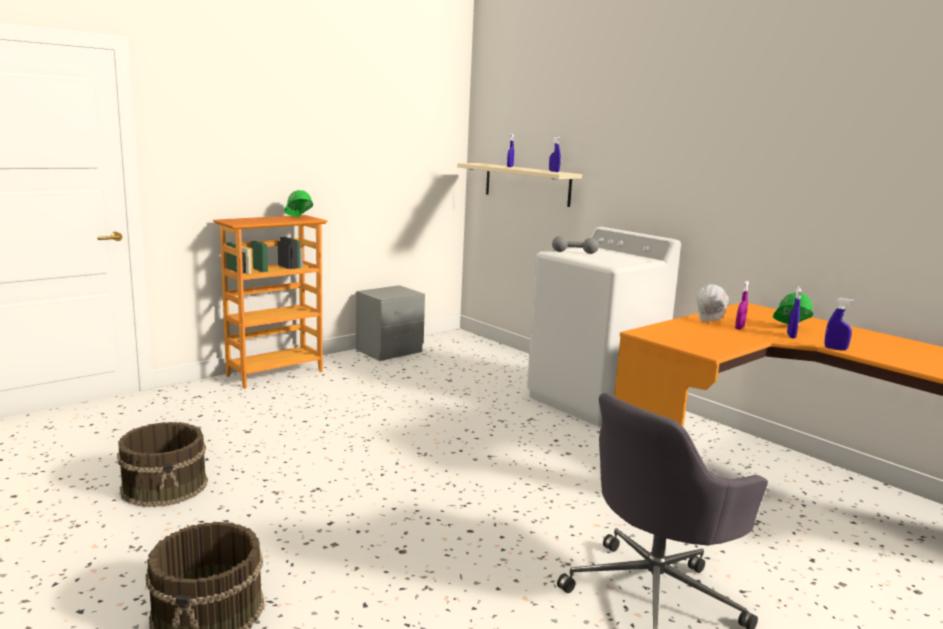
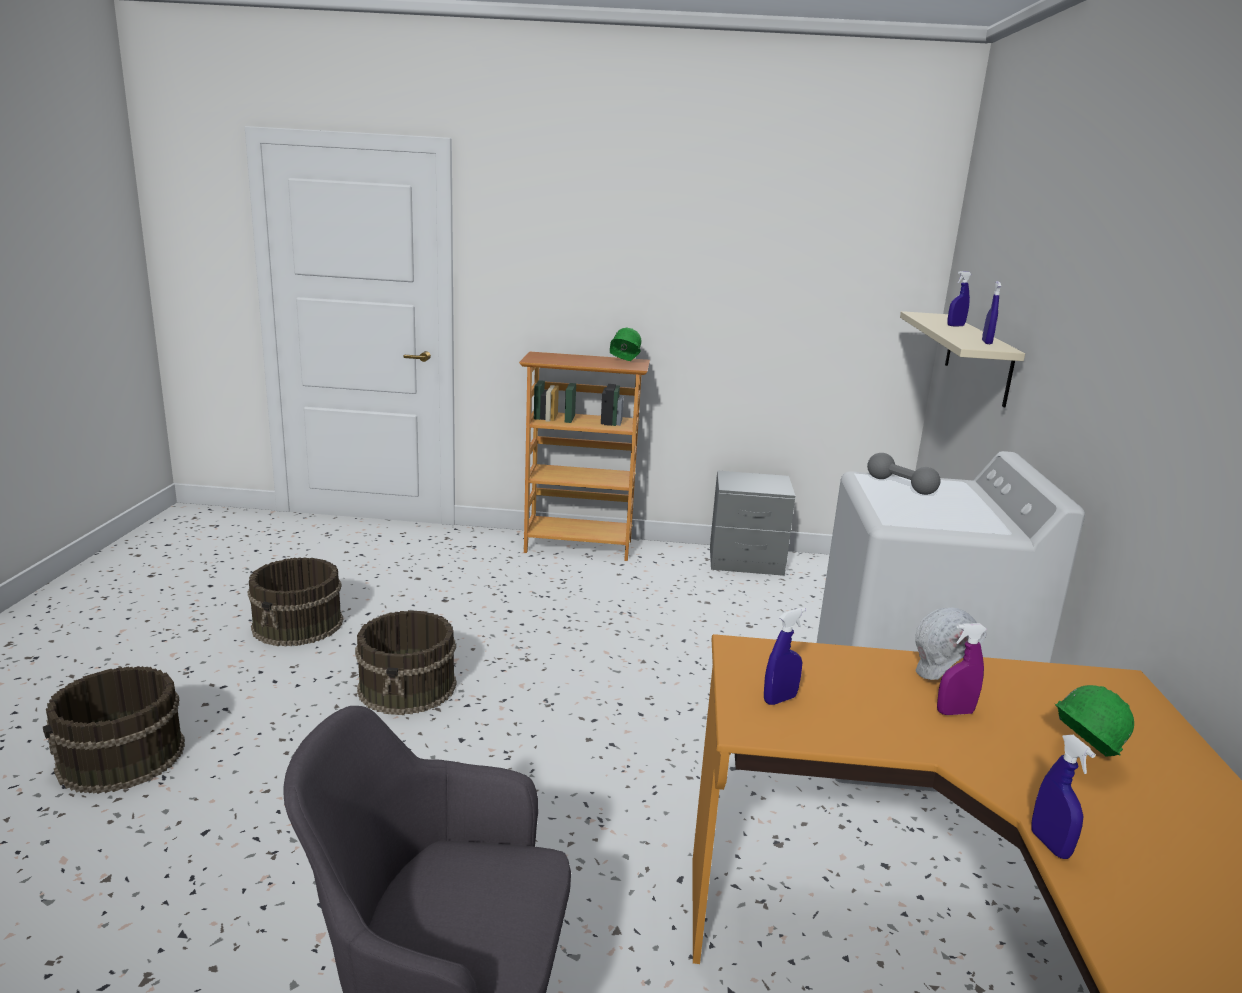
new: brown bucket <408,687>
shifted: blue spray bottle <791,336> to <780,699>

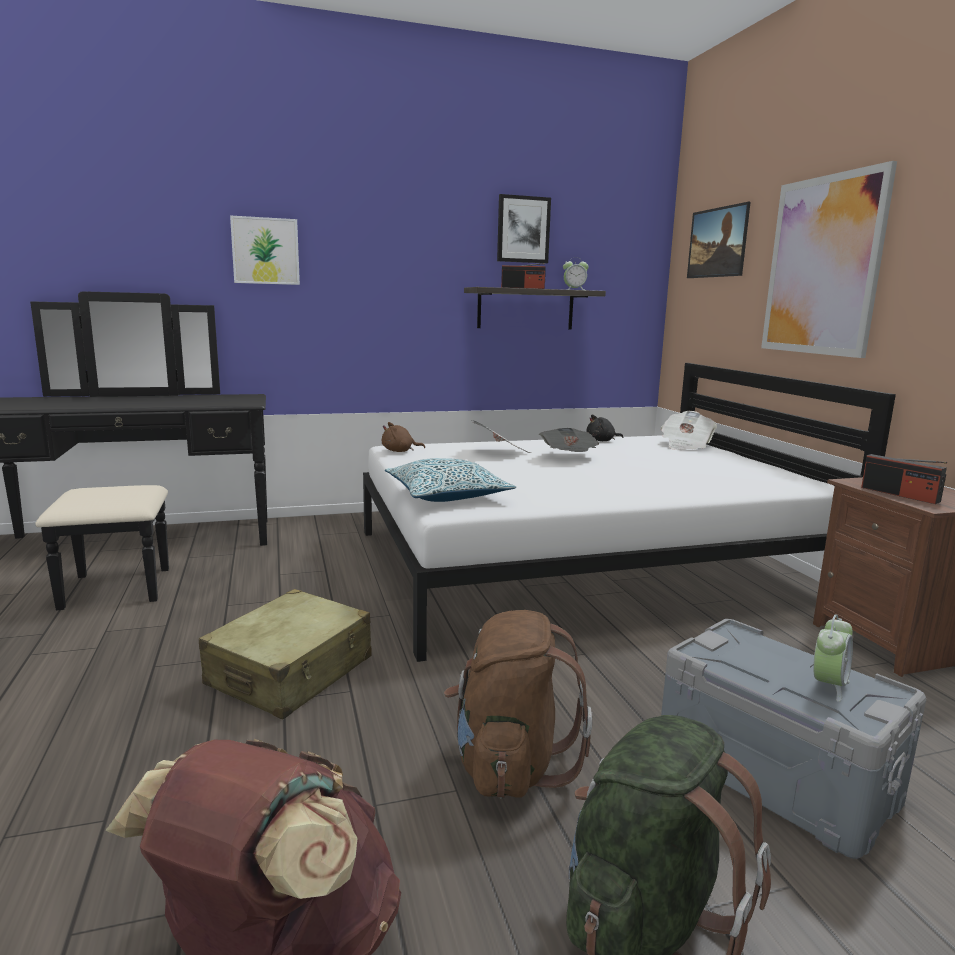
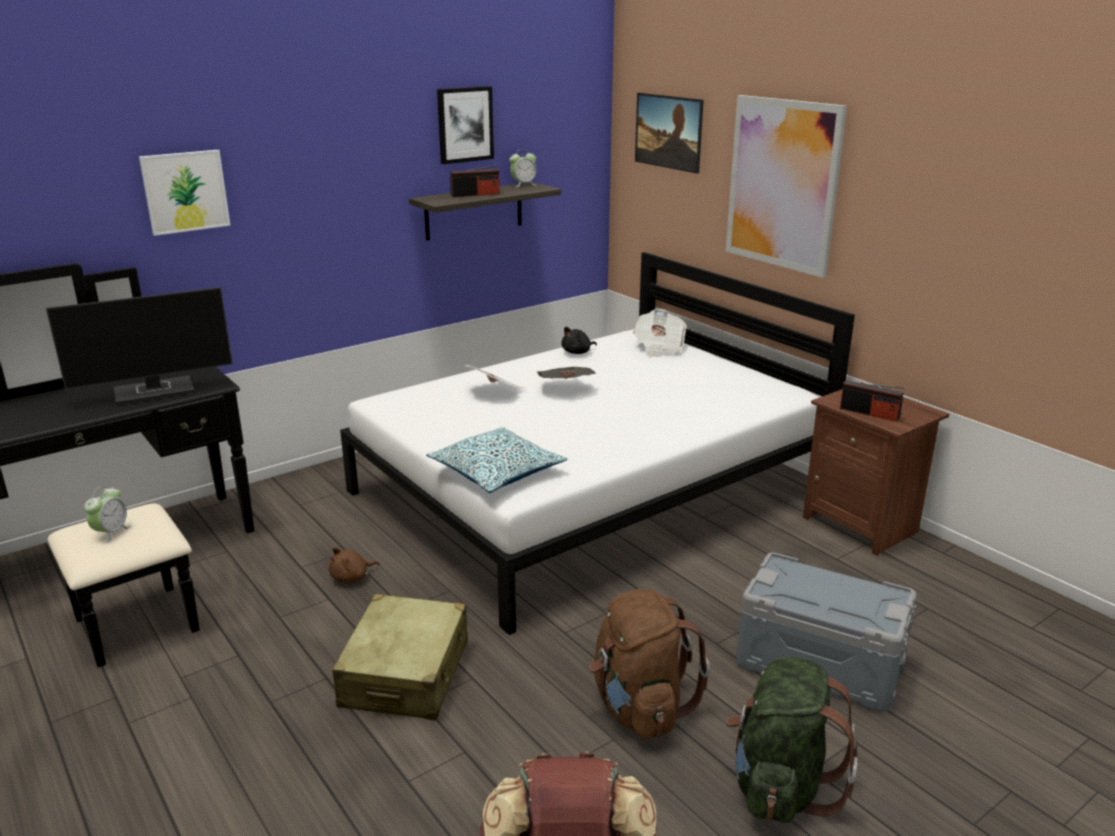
new: monitor <156,390>
shifted: alarm clock <828,685> to <111,533>; brown plush toy <399,451> to <352,577>

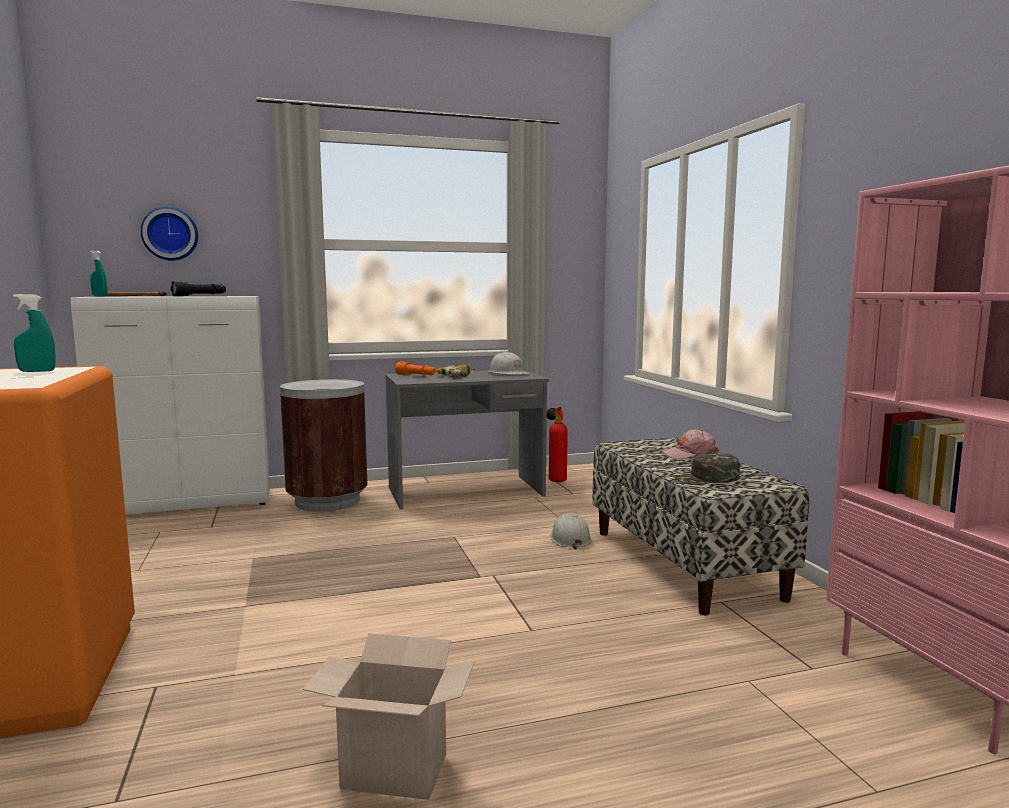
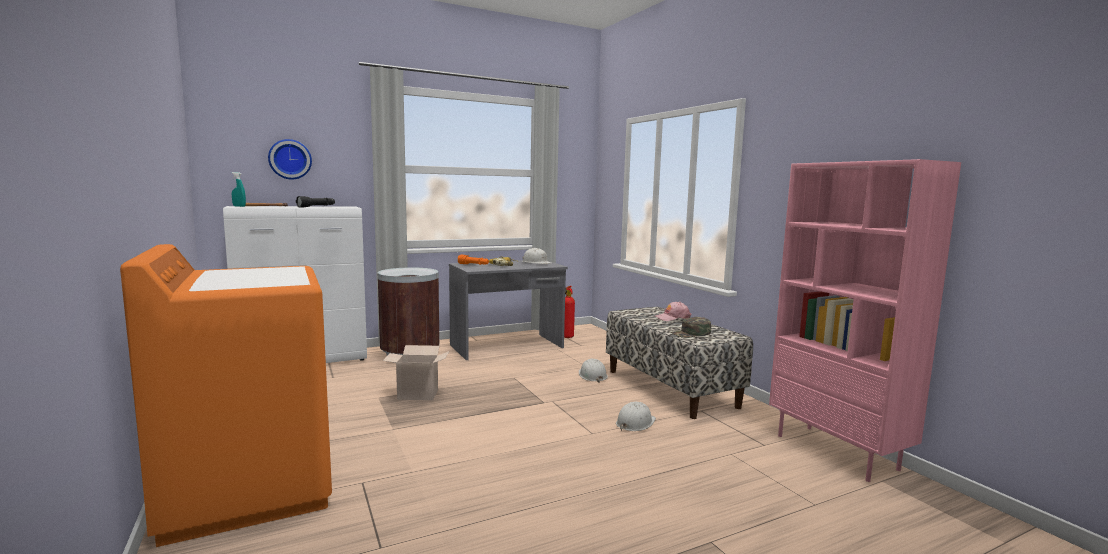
gone: turquoise spray bottle <37,371>
new: white hard hat <635,423>
shifted: cardboard box <390,773> to <416,395>

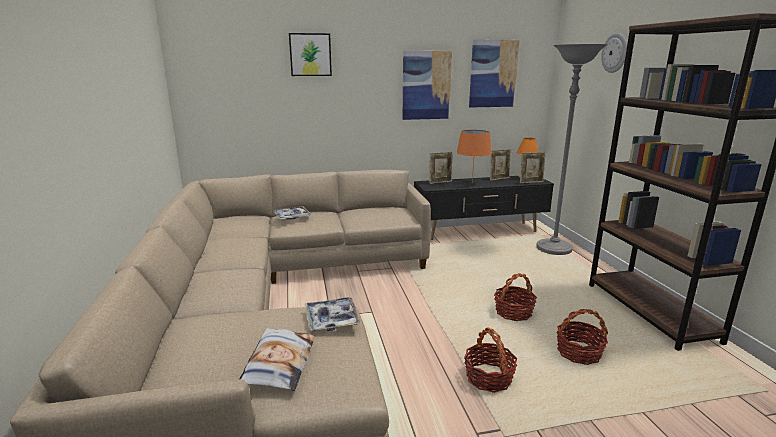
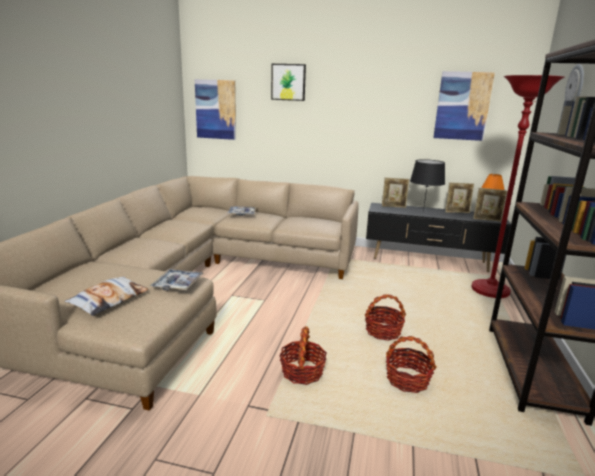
shifted: picture <426,85> to <216,109>
repainted: orange table lamp <472,183> to black table lamp <423,211>; grey floor lamp <553,249> to red floor lamp <490,291>

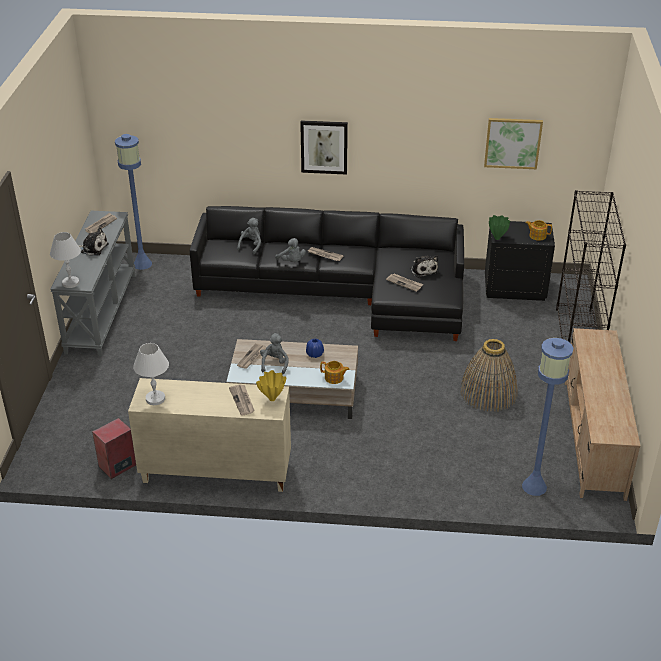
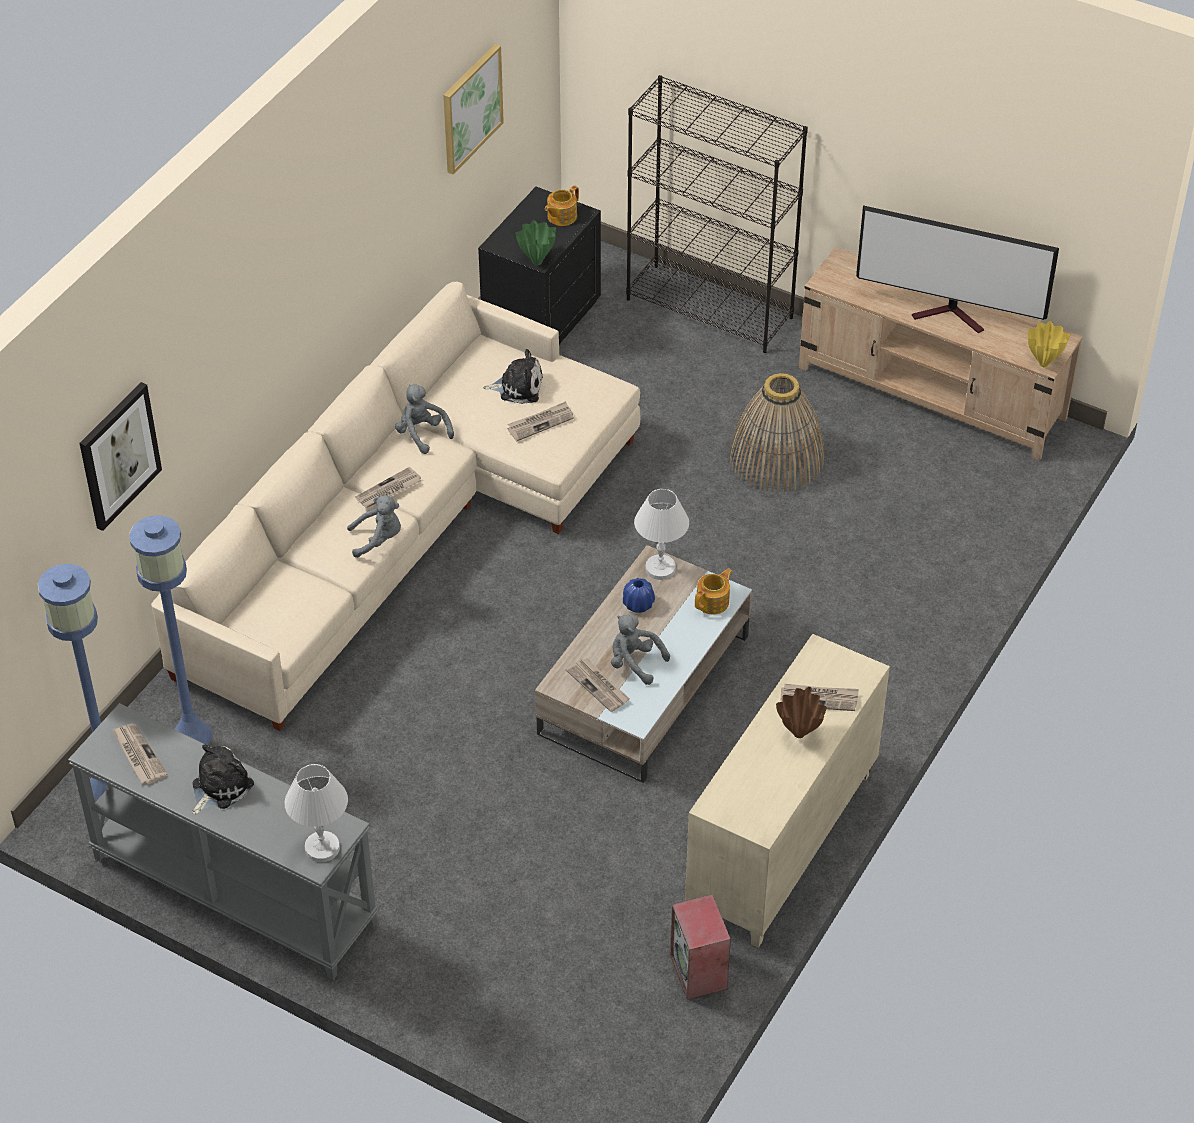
new: brown vase <798,734>; television <952,316>
shifted: picture <324,147> to <118,455>; blue floor lamp <534,487> to <192,736>; grey plush toy <251,246> to <422,434>; white table lamp <155,398> to <659,568>; yellow vase <272,399> to <1044,363>
repainted: black sofa <343,291> to beige sofa <405,526>

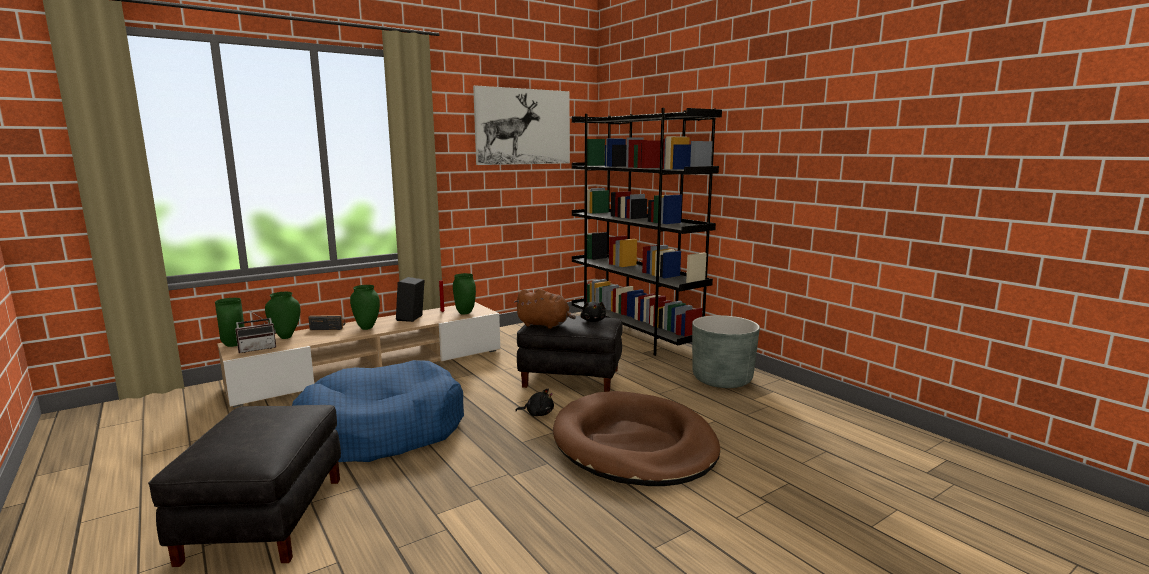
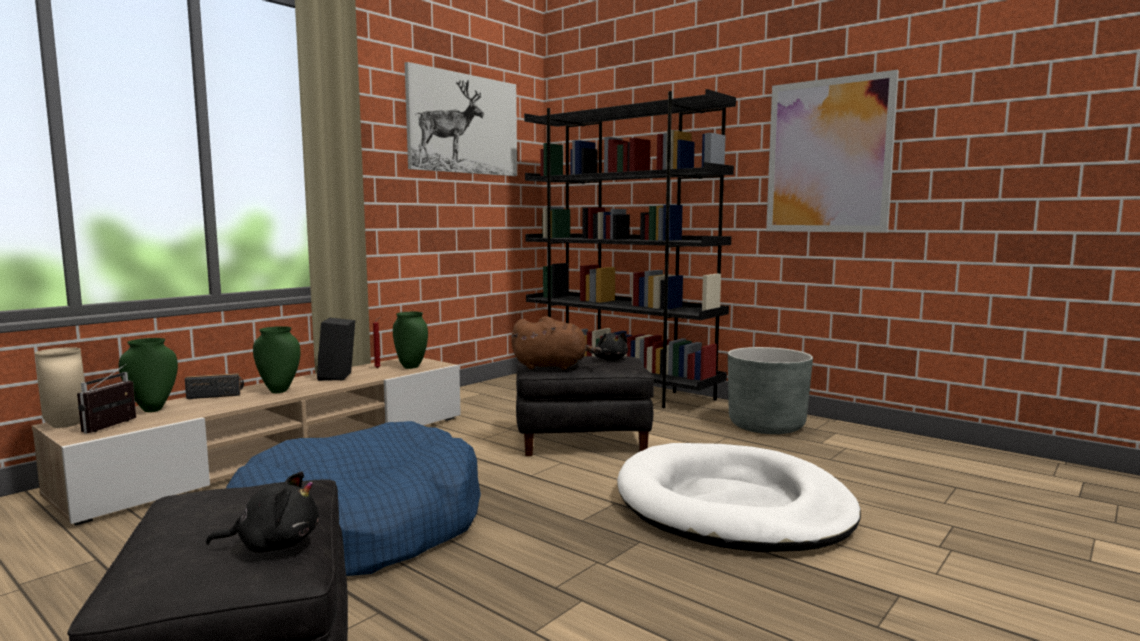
new: picture <828,156>
shifted: black plush toy <538,414> to <274,545>
repainted: green vase <235,345> to beige vase <67,425>; brown dog bed <634,444> to white dog bed <732,506>
rotated: radio <257,349> = <114,427> 150 degrees clockwise

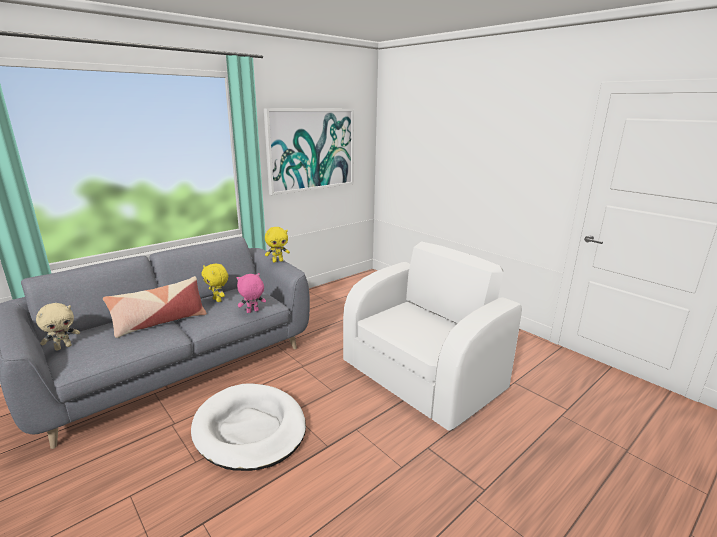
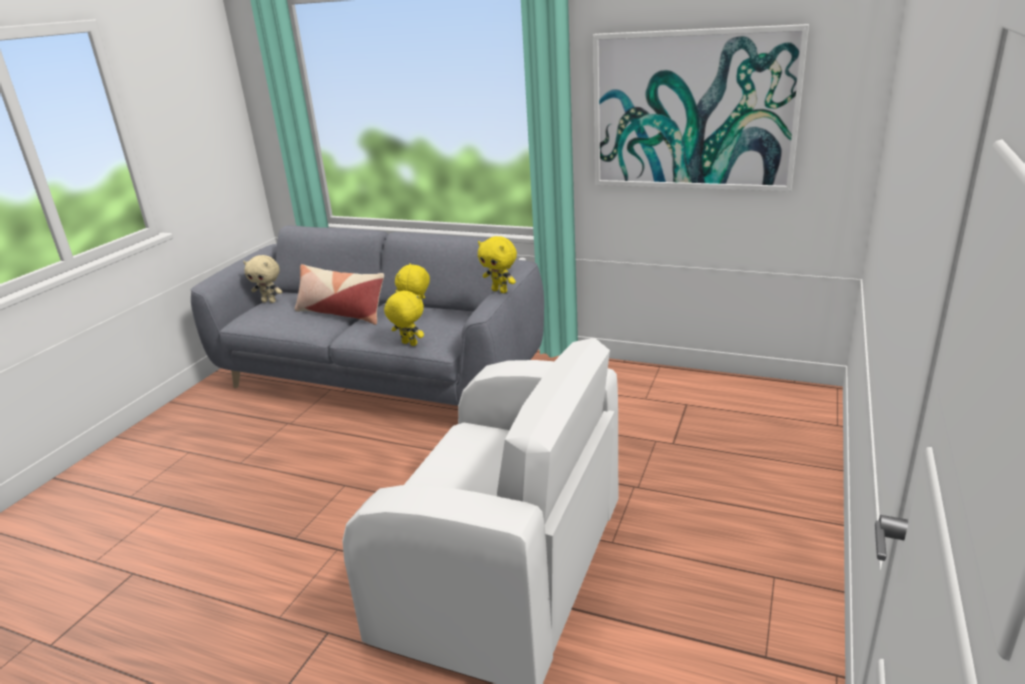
gone: white dog bed <250,429>
repainted: pink plush toy <252,312> to yellow plush toy <408,344>

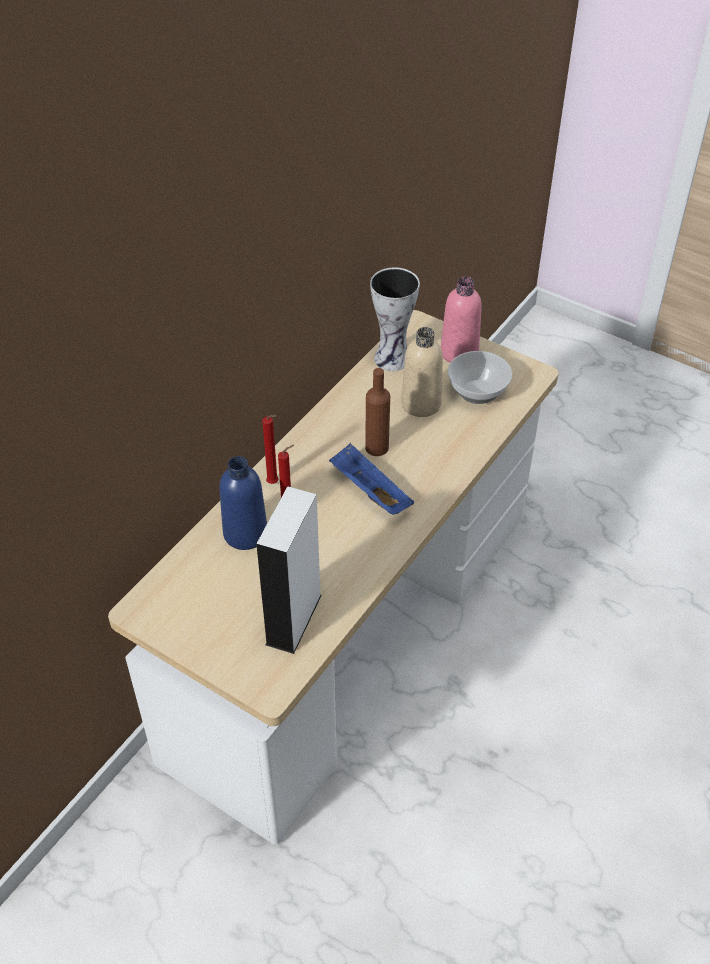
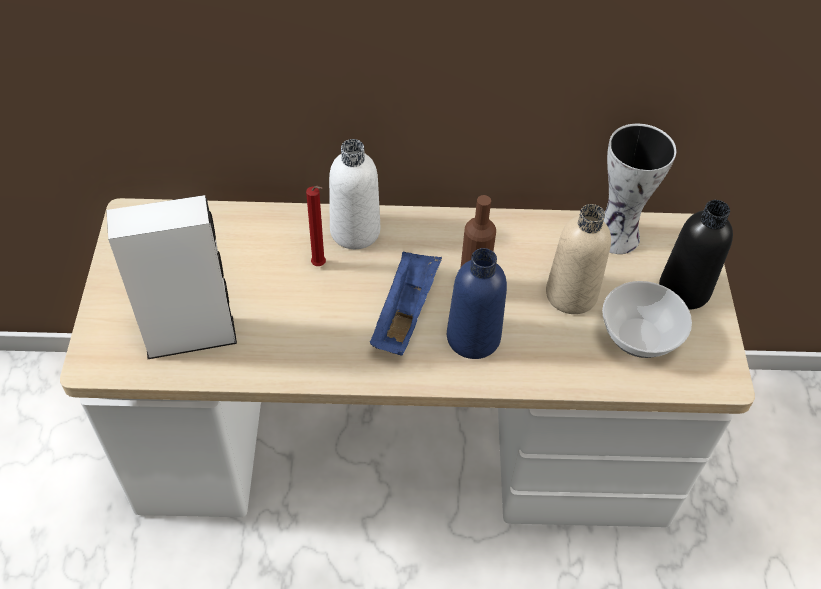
shifted: blue bottle <245,533> to <473,337>
swapped: red candle <274,483> to white bottle <355,231>
repainted: pink bottle <459,353> to black bottle <684,289>

